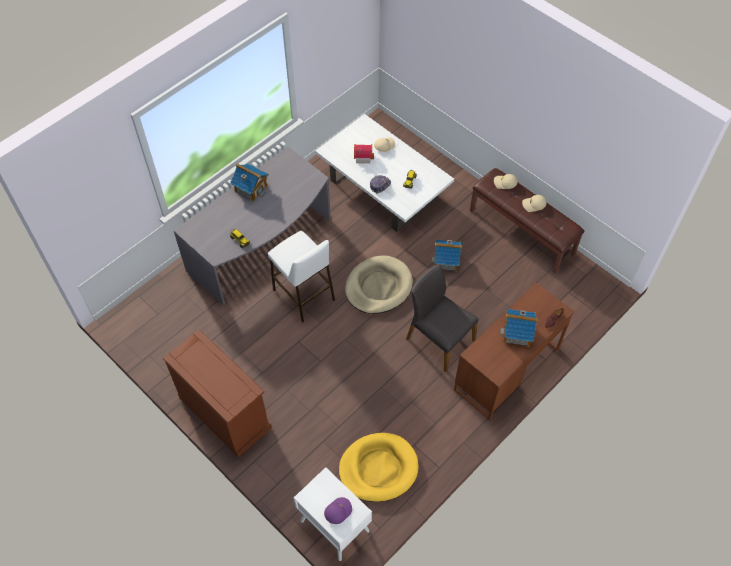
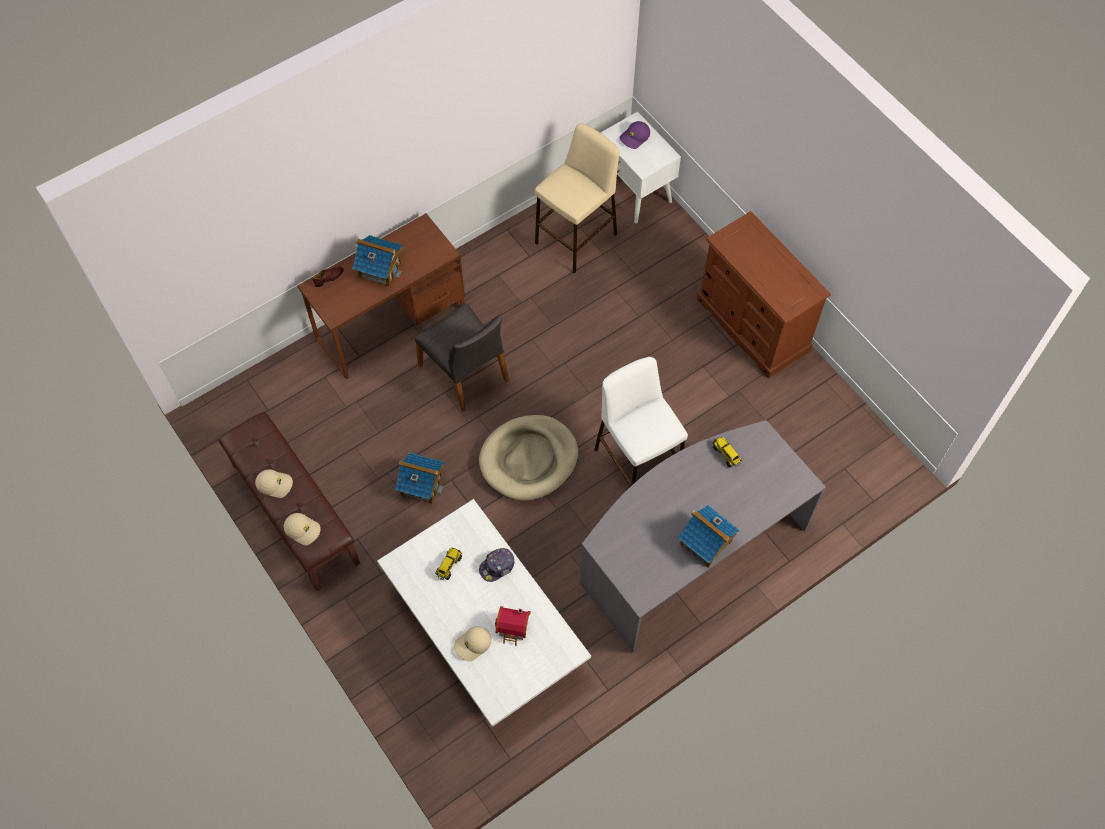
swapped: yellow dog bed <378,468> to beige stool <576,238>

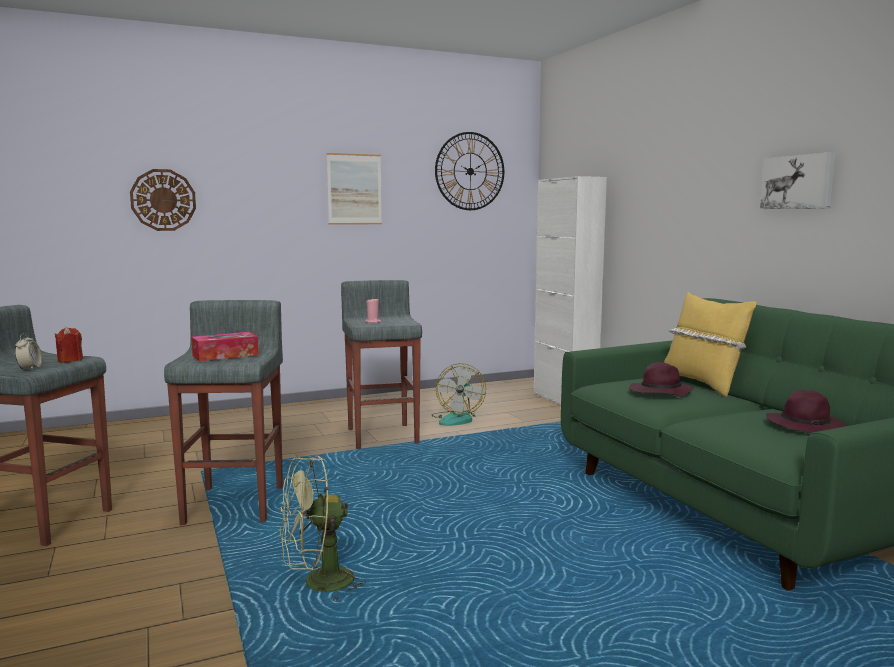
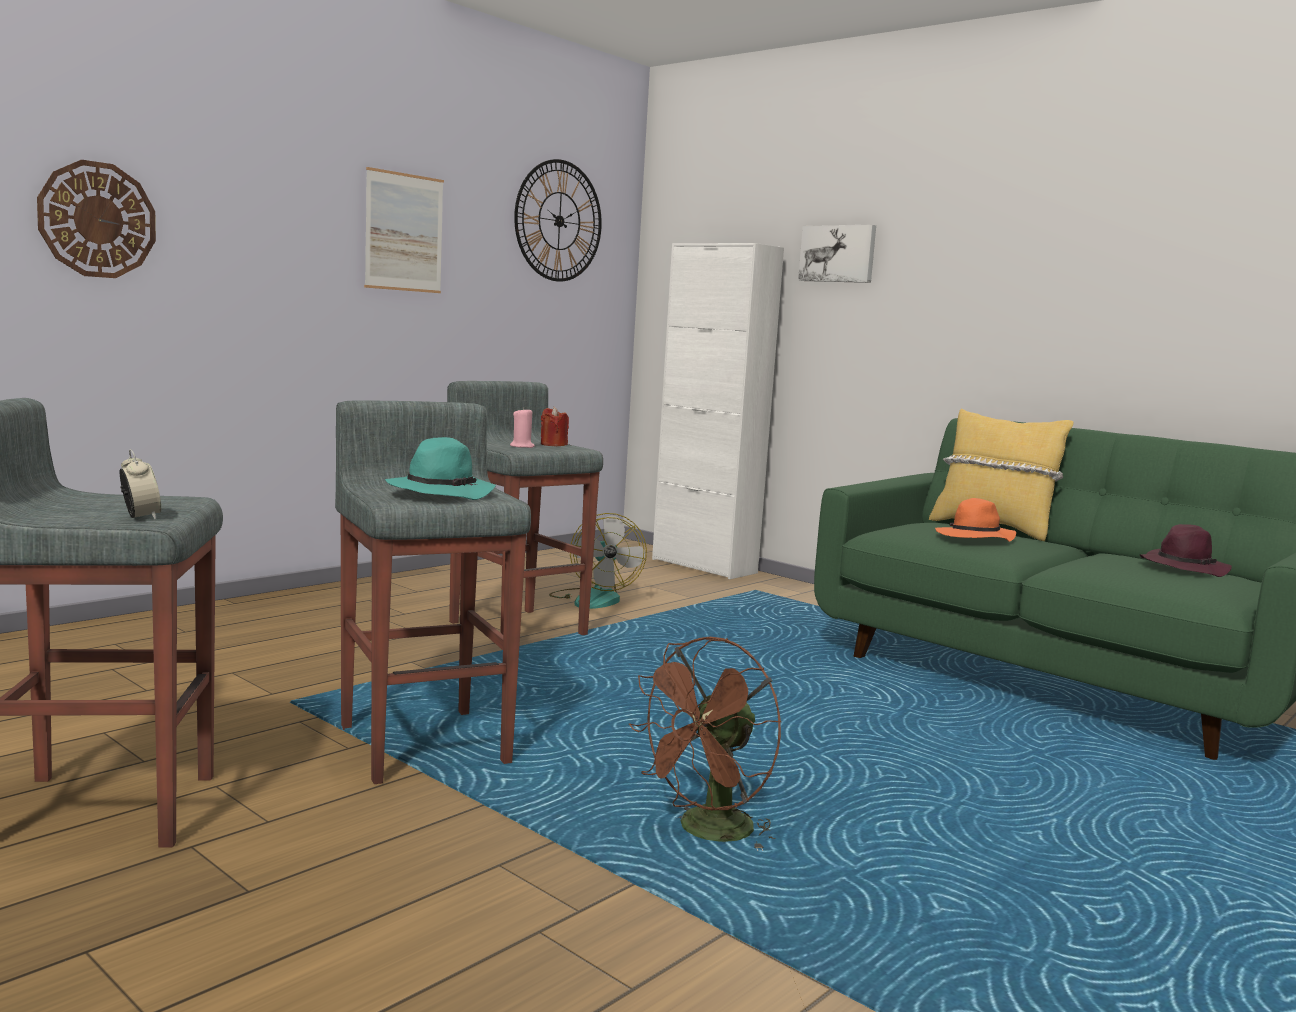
shifted: red candle <70,360> to <553,444>; picture <798,182> to <838,254>
swapped: tissue box <225,355> to turquoise hat <441,492>
repainted: green fan <318,584> to brown fan <707,834>; purple hat <659,393> to orange hat <974,539>

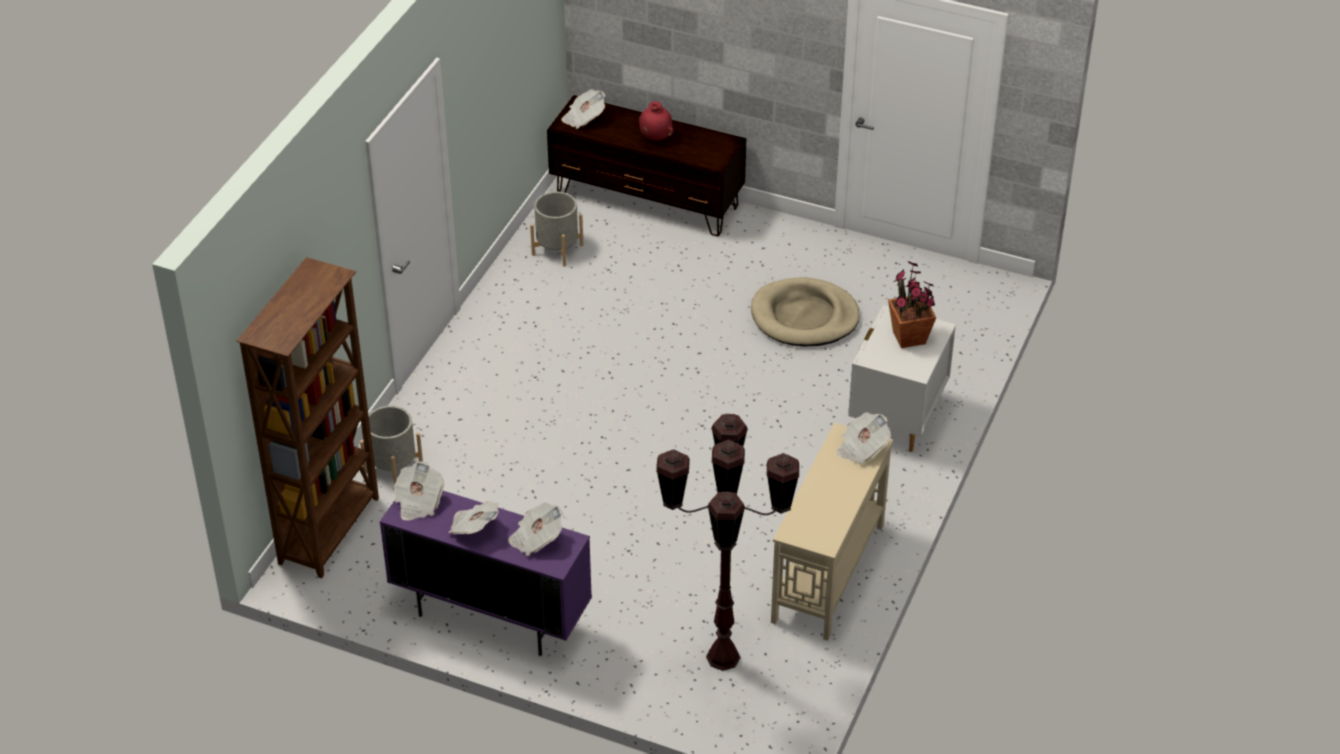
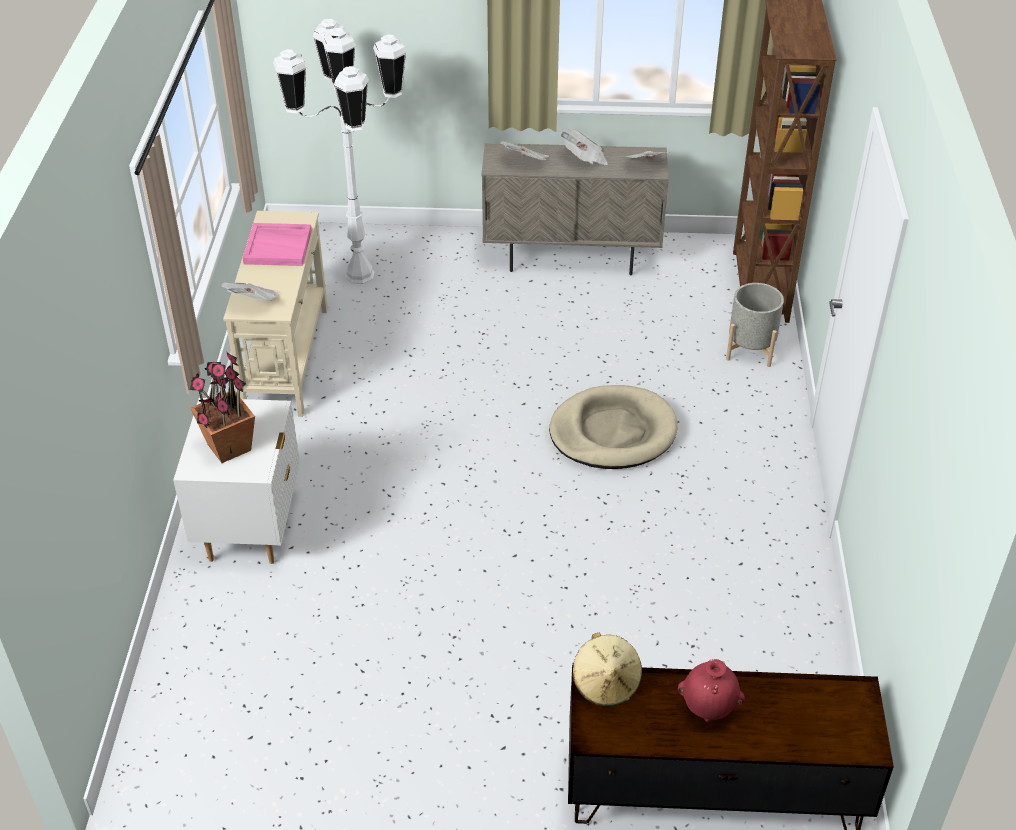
gone: grey planter <557,250>; newspaper <583,118>
new: pink tray <278,247>; beige hat <606,683>
shifted: beige dog bed <804,317> to <612,432>
repainted: brown floor lamp <722,658> to white floor lamp <360,274>; purple cabinet <491,617> to beige cabinet <571,258>

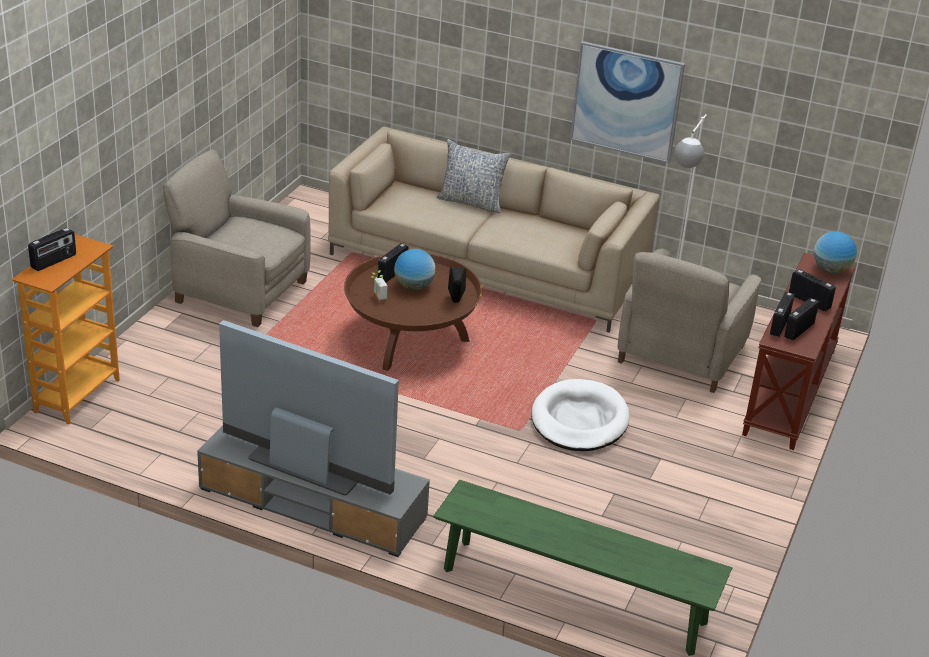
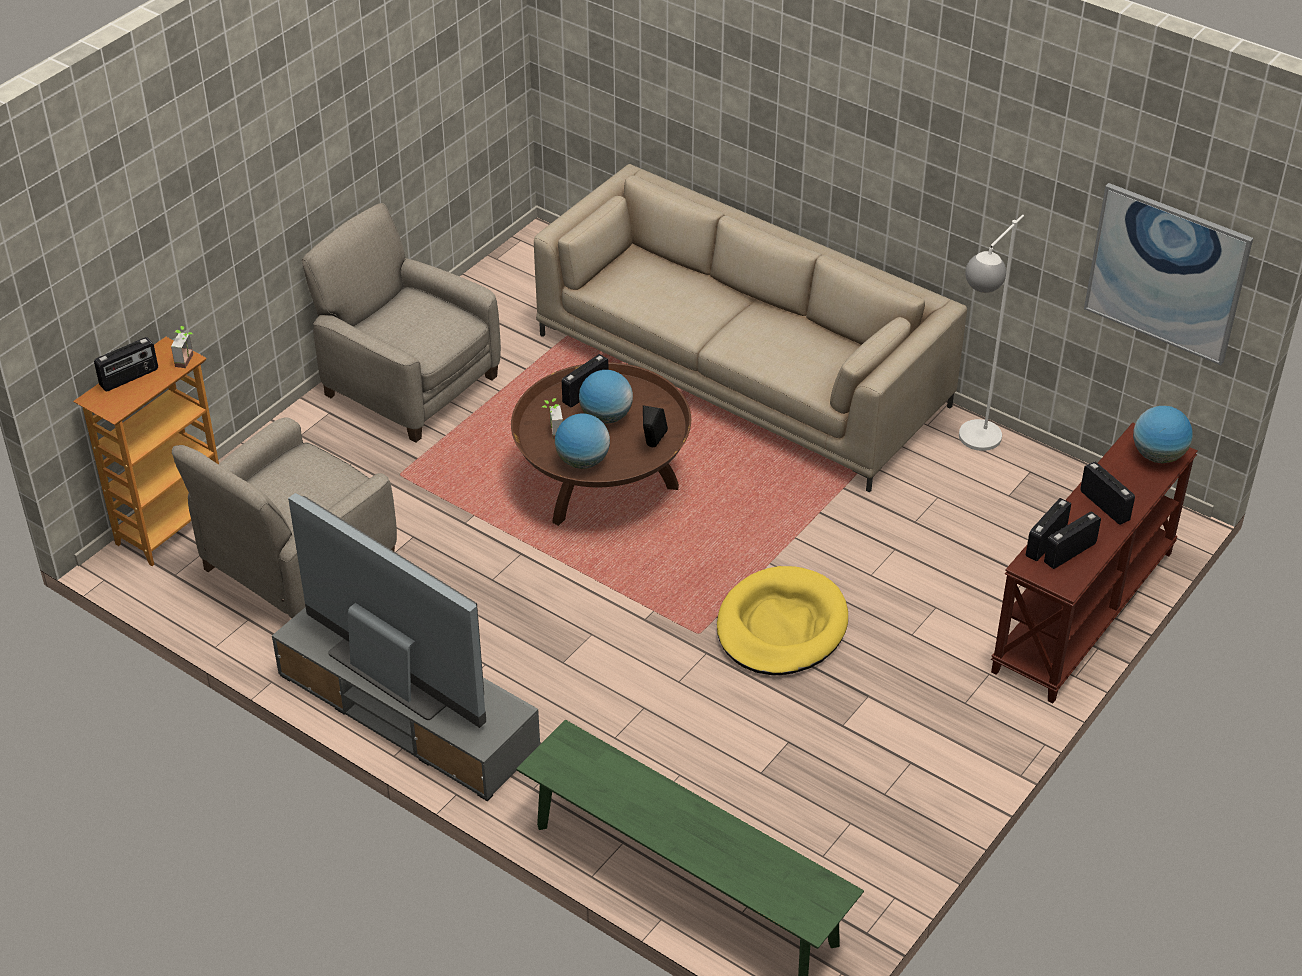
gone: pillow <471,202>
new: potted plant <188,361>; globe <582,461>
shifted: beige armchair <680,355> to <296,566>; picture <626,101> to <1166,273>
repainted: white dog bed <579,420> to yellow dog bed <781,626>

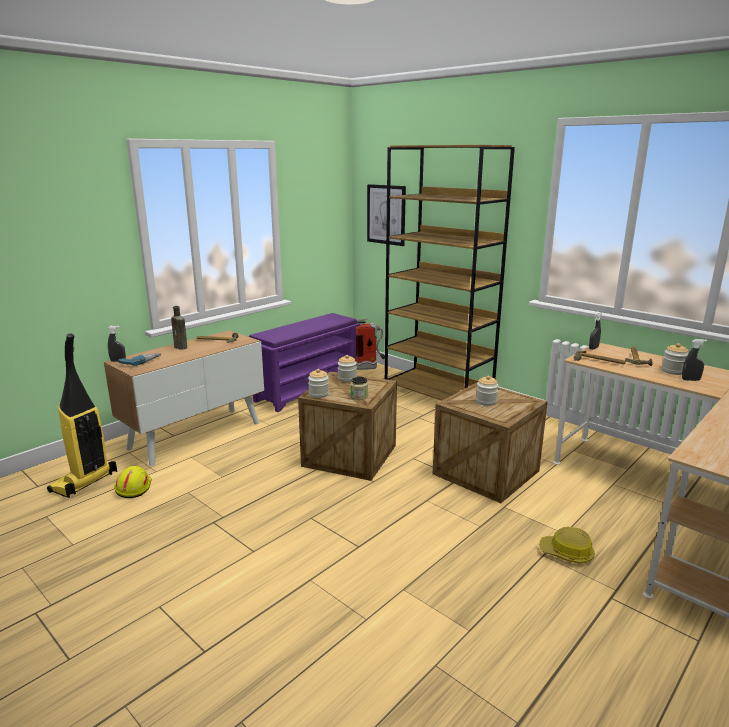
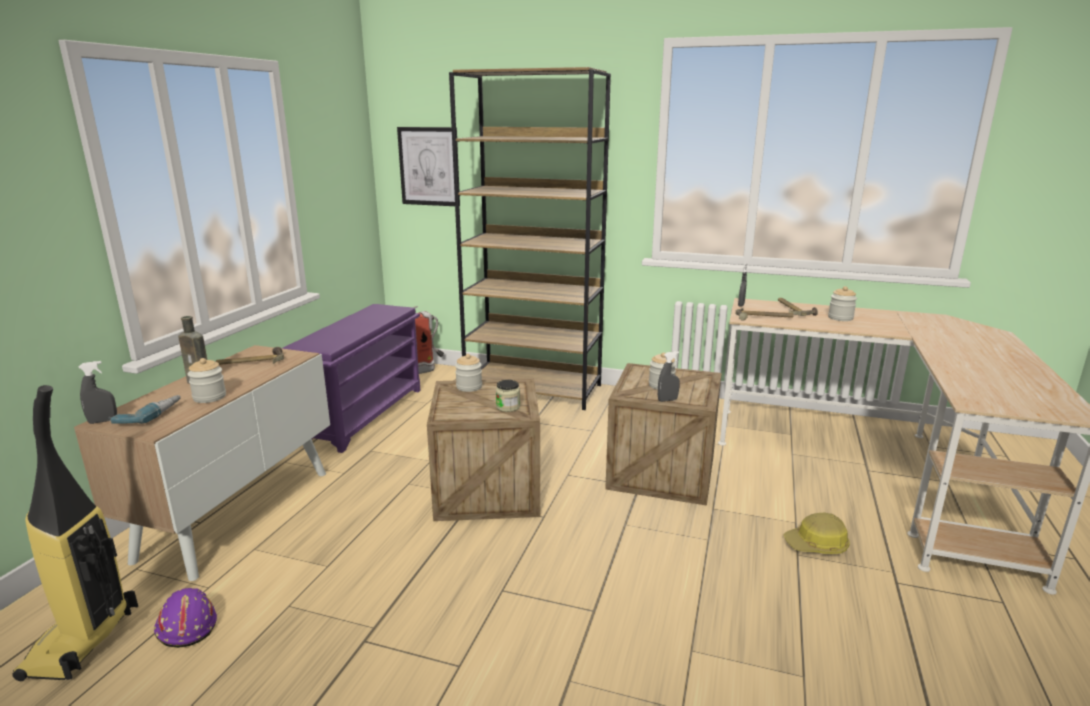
shifted: jar <318,394> to <209,397>; grey spray bottle <690,380> to <667,400>
repainted: yellow hard hat <133,488> to purple hard hat <186,626>

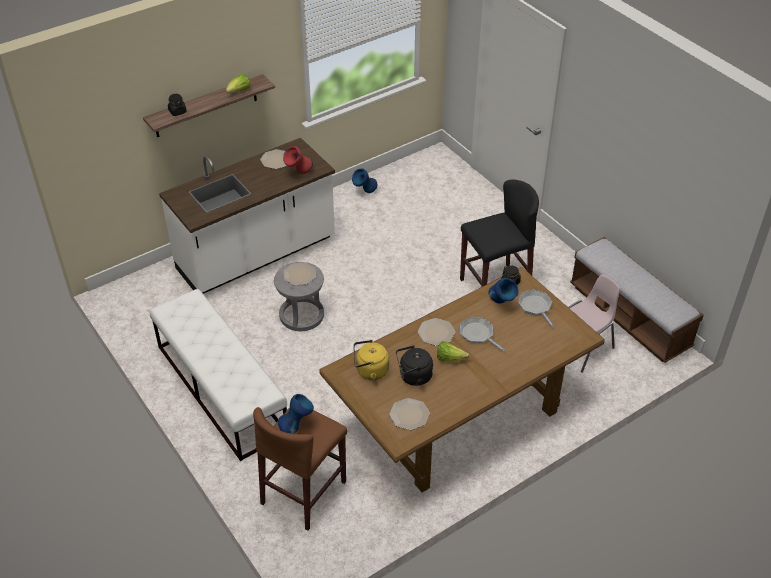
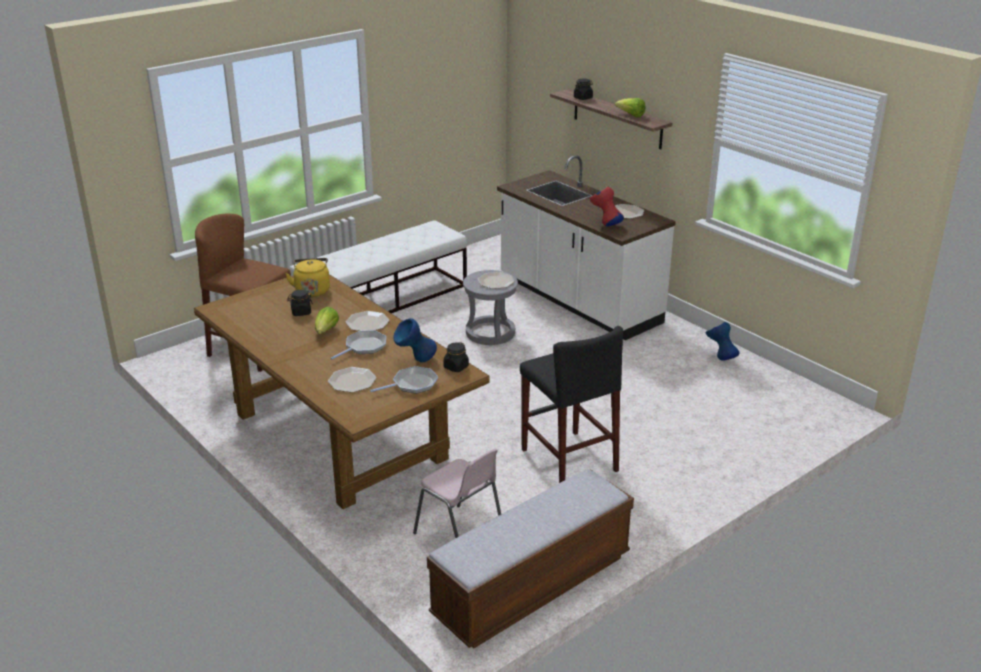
gone: blue vase <297,427>
shifted: plate <409,414> to <352,381>
swapped: black kettle <413,377> to black jar <301,312>

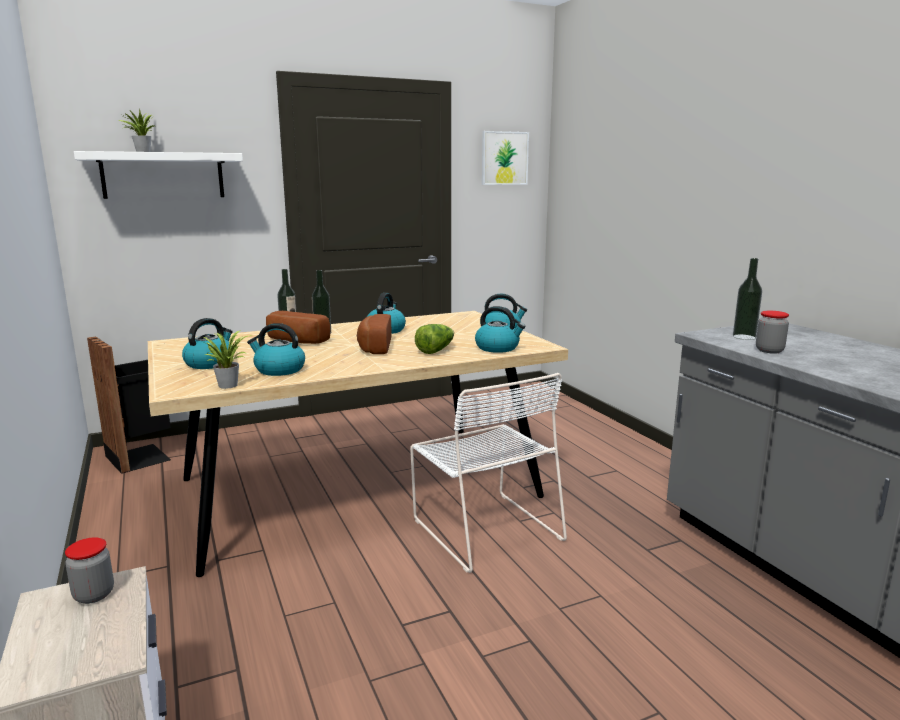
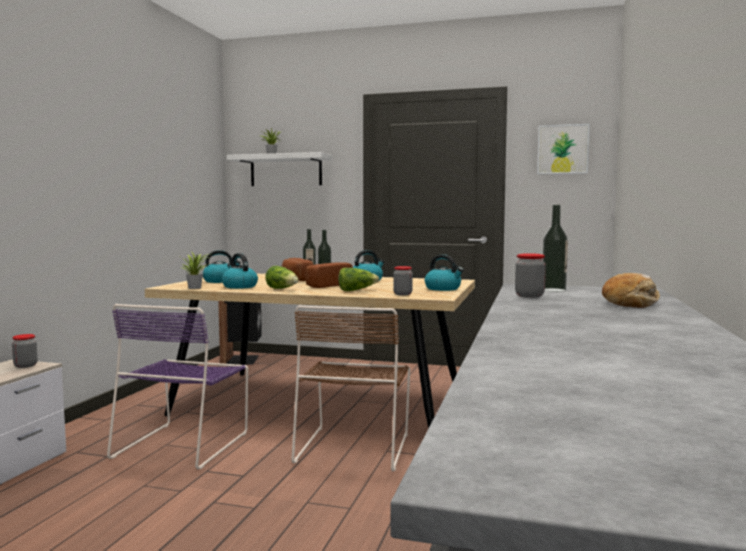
new: purple chair <184,443>; lettuce <282,289>; bread <631,303>
swapped: kettle <498,348> to jar <402,294>
repainted: white chair <484,527> to brown chair <354,446>

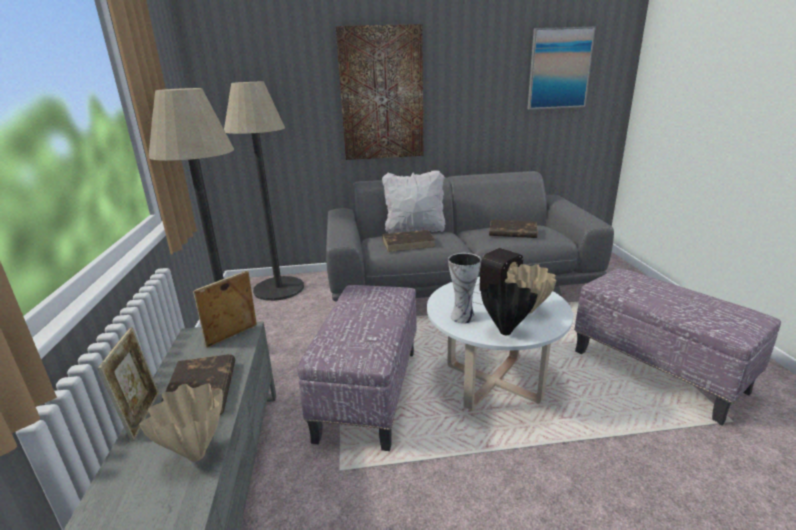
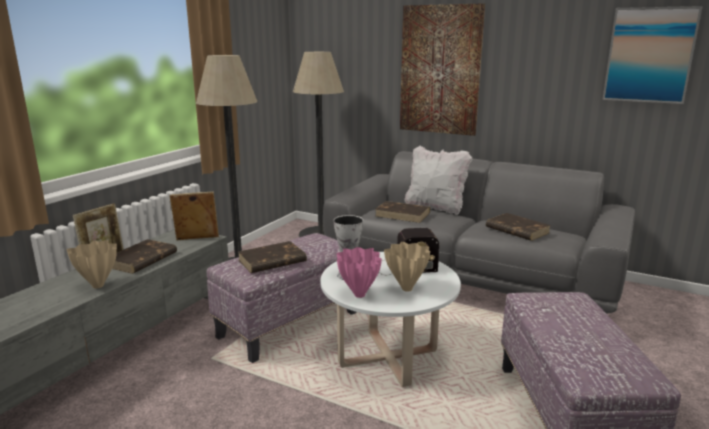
new: brown book <271,261>
repainted: black vase <504,332> to pink vase <359,294>

